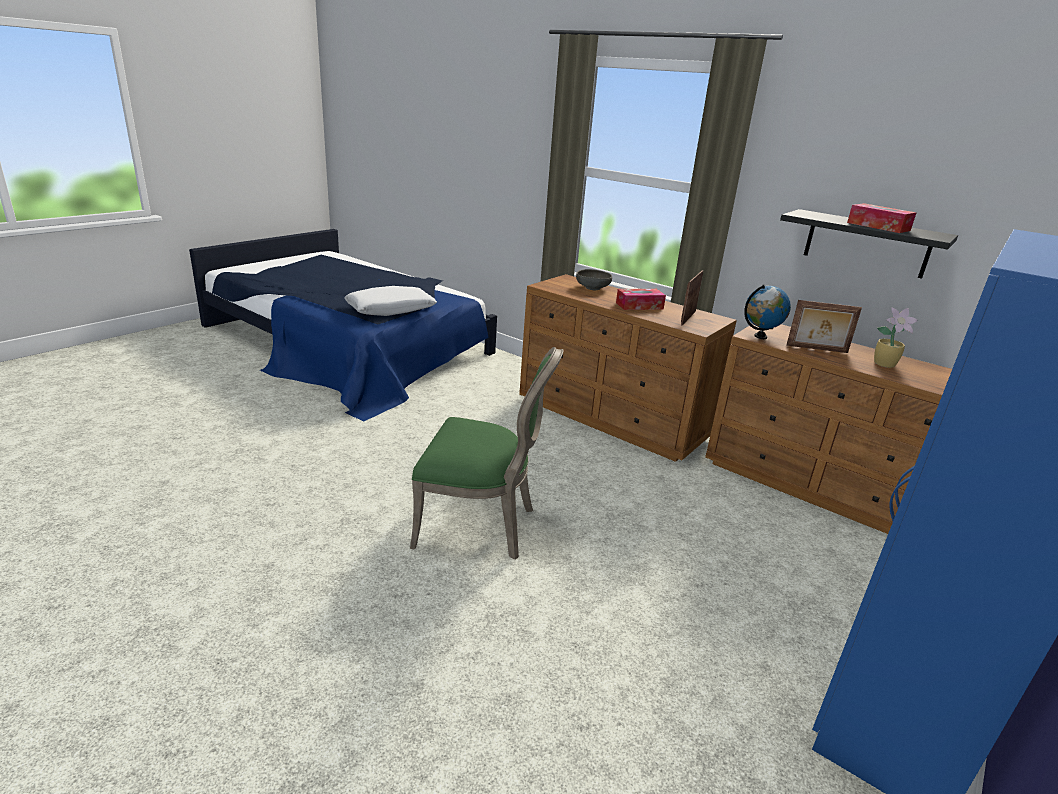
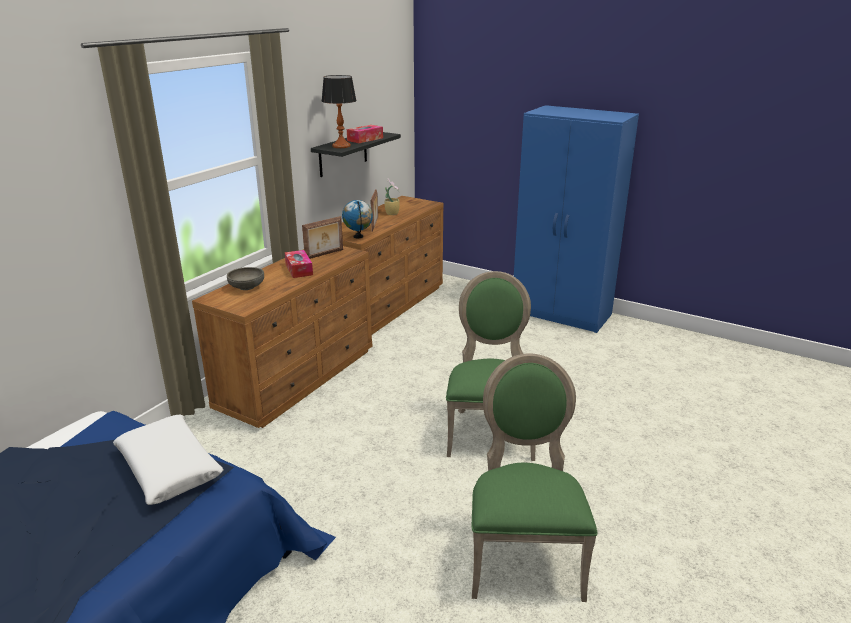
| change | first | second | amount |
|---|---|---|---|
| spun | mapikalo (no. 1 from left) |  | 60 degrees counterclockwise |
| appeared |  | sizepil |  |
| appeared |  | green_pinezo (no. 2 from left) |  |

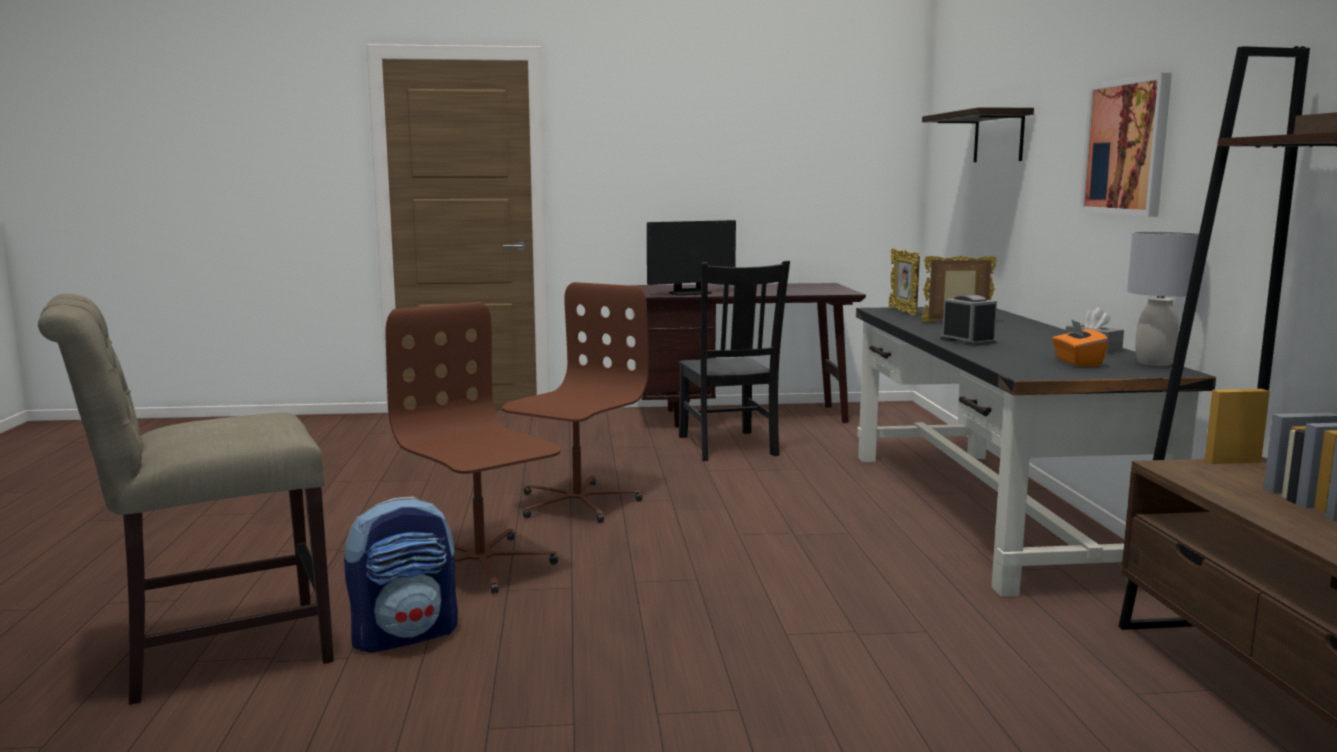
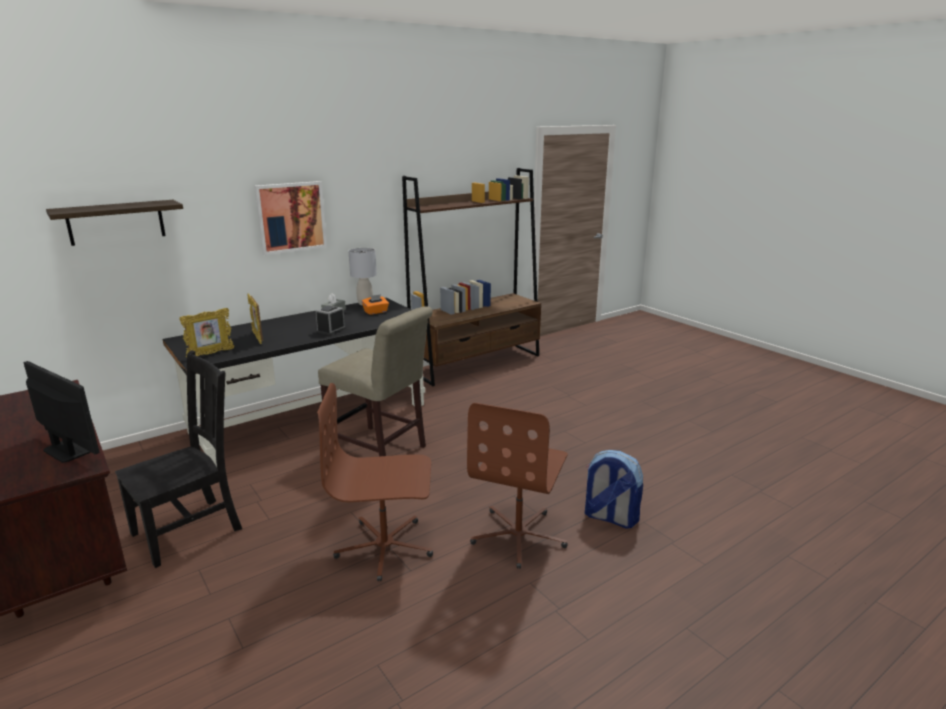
| change | first | second | amount |
|---|---|---|---|
| relocated | beige_pinezo |  |  |

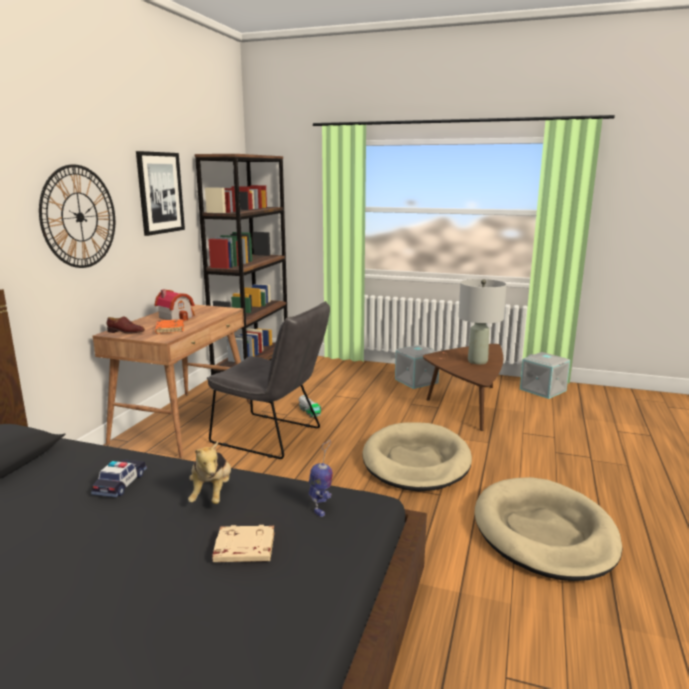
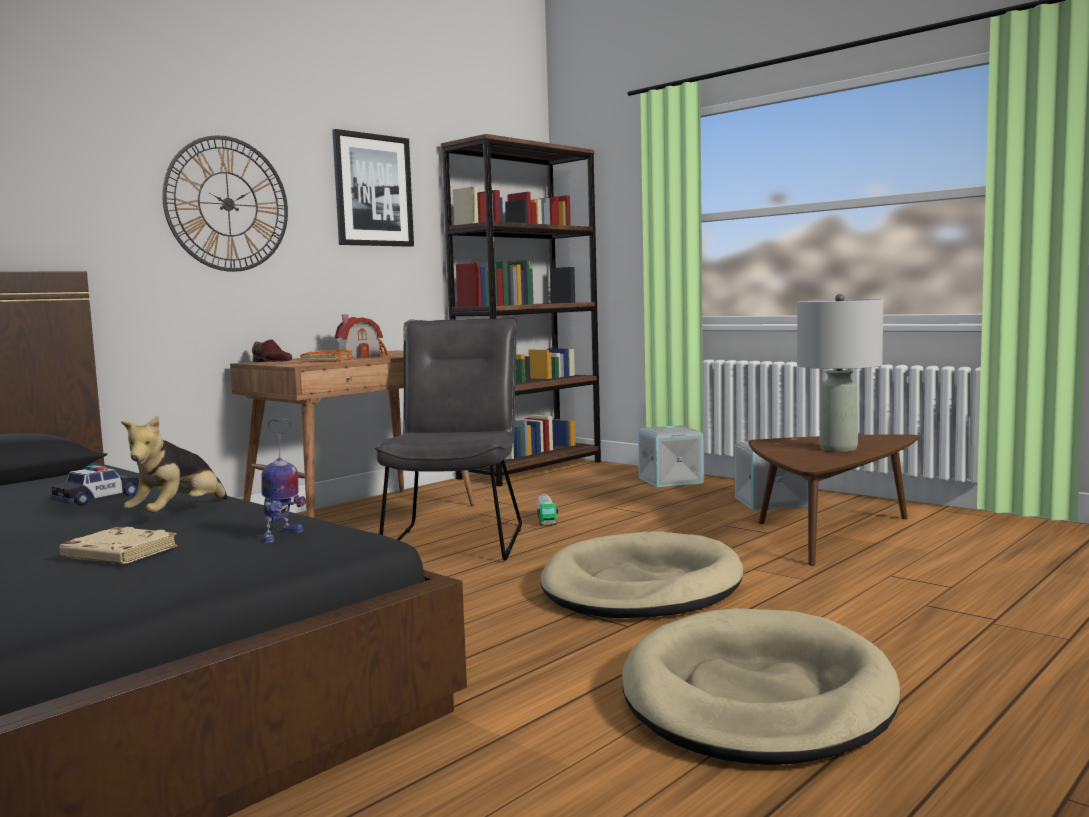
| change | first | second | amount |
|---|---|---|---|
| spun | grey_pinezo |  | 135 degrees counterclockwise |
| relocated | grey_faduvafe (no. 2 from left in the first image) | grey_faduvafe (no. 1 from left) |  |

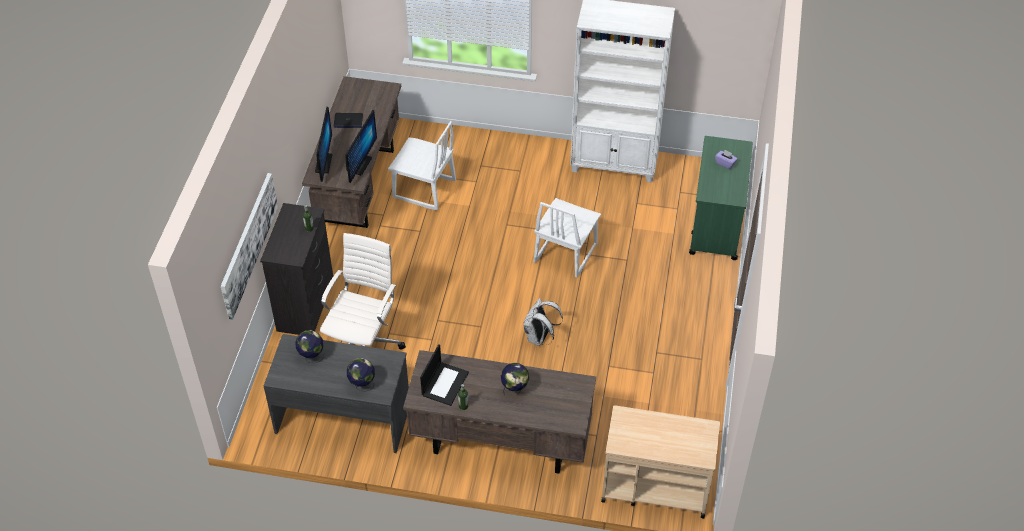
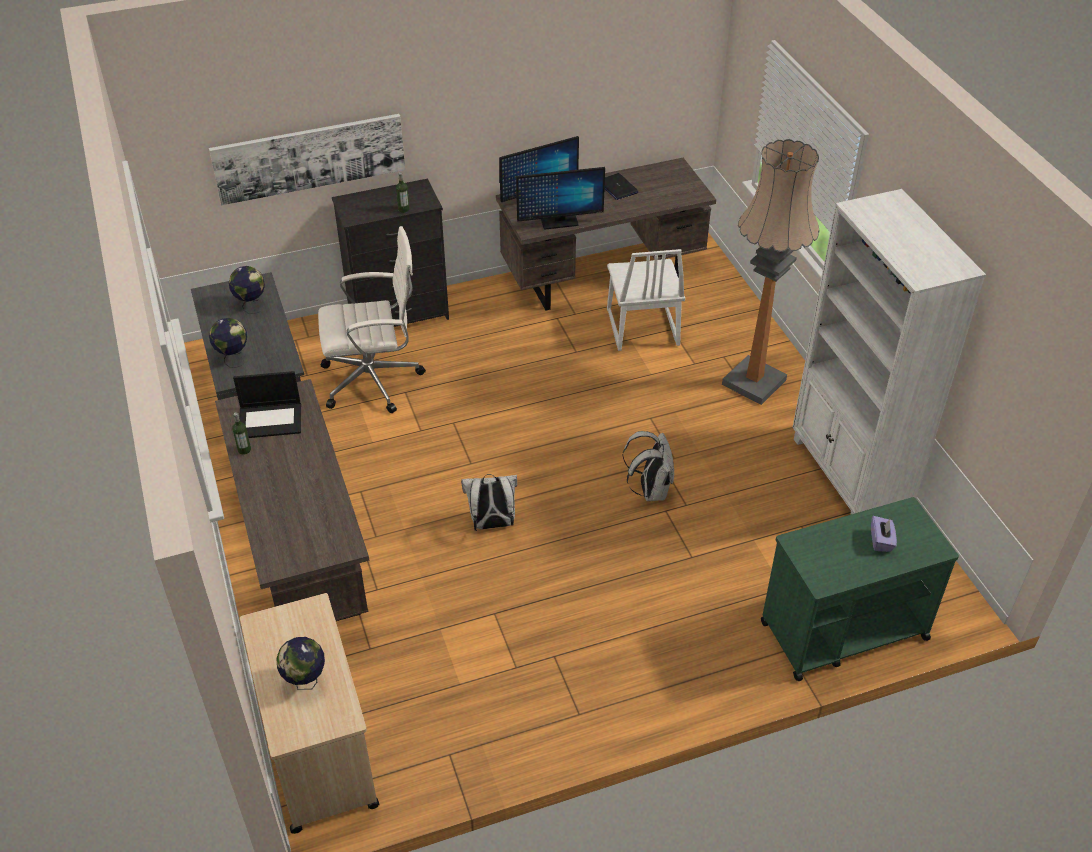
| change | first | second | amount |
|---|---|---|---|
| exchanged | white_pinezo (no. 2 from left) | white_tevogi (no. 2 from left) |  |
| relocated | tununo (no. 3 from left) |  |  |
| appeared |  | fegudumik |  |

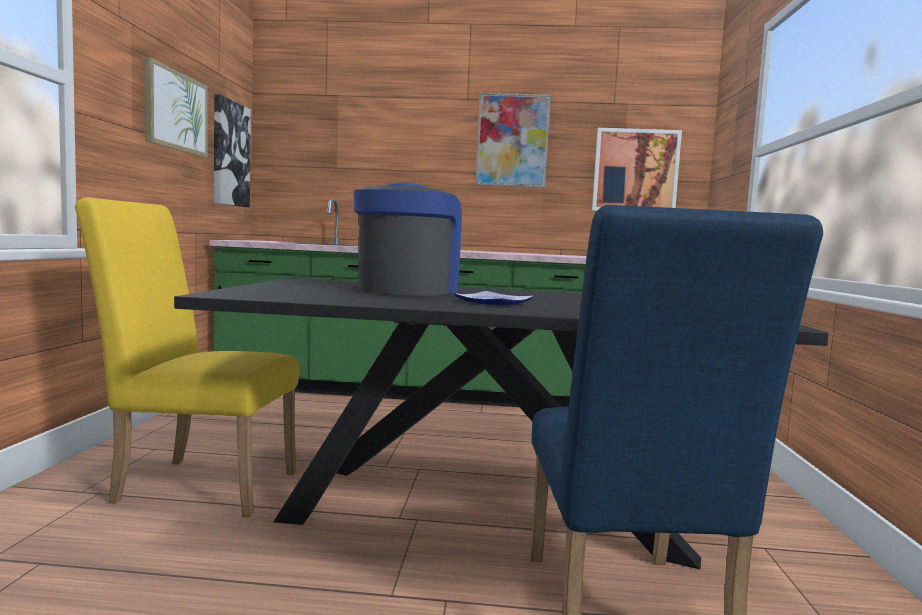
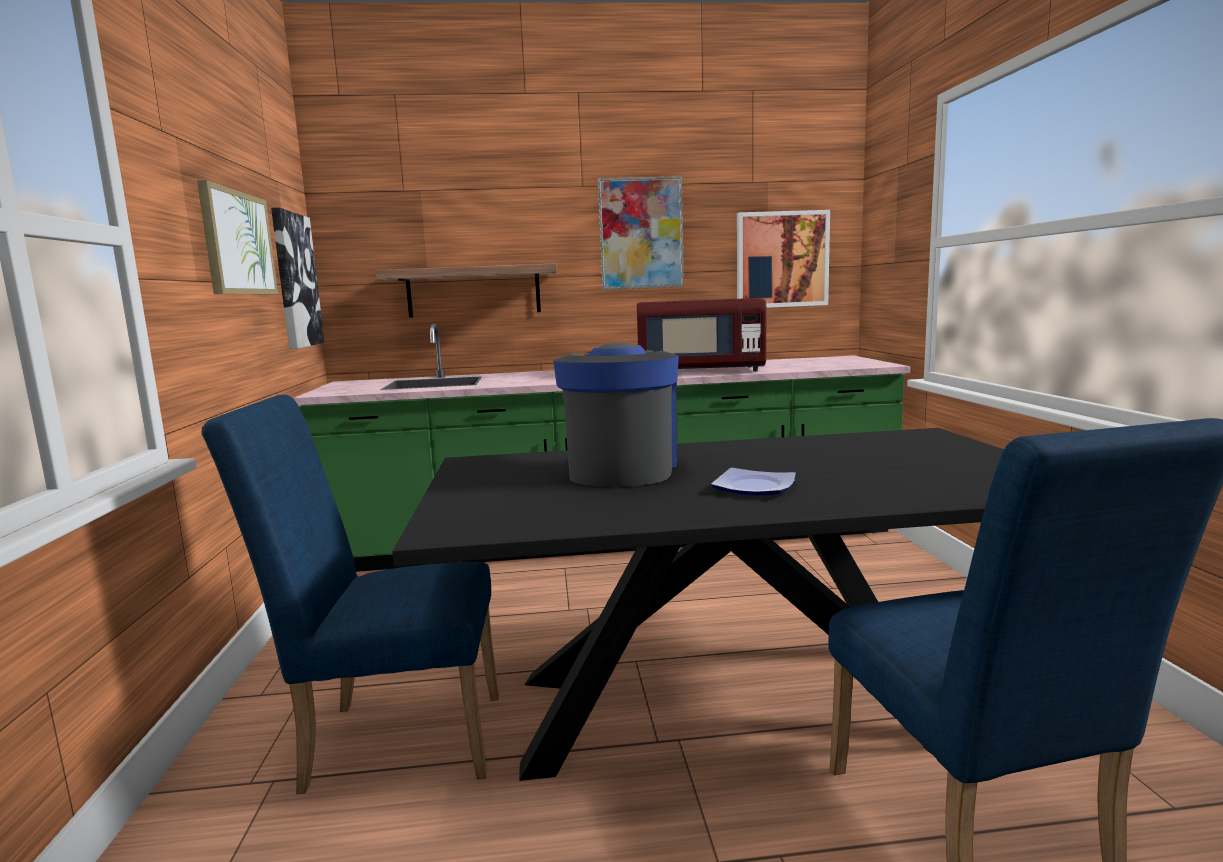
| change | first | second | amount |
|---|---|---|---|
| colour | yellow_pinezo | blue_pinezo (no. 1 from left) |  |
| appeared |  | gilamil |  |
| appeared |  | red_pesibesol |  |

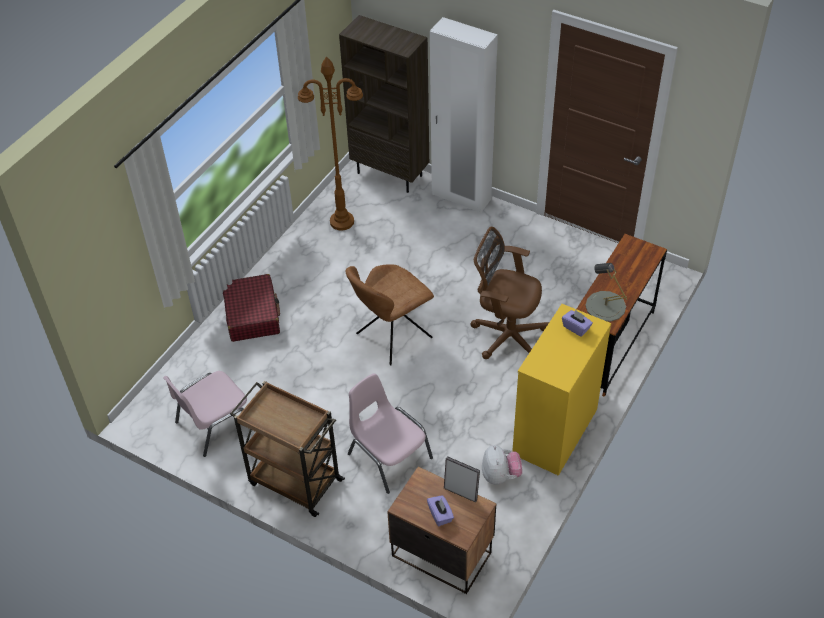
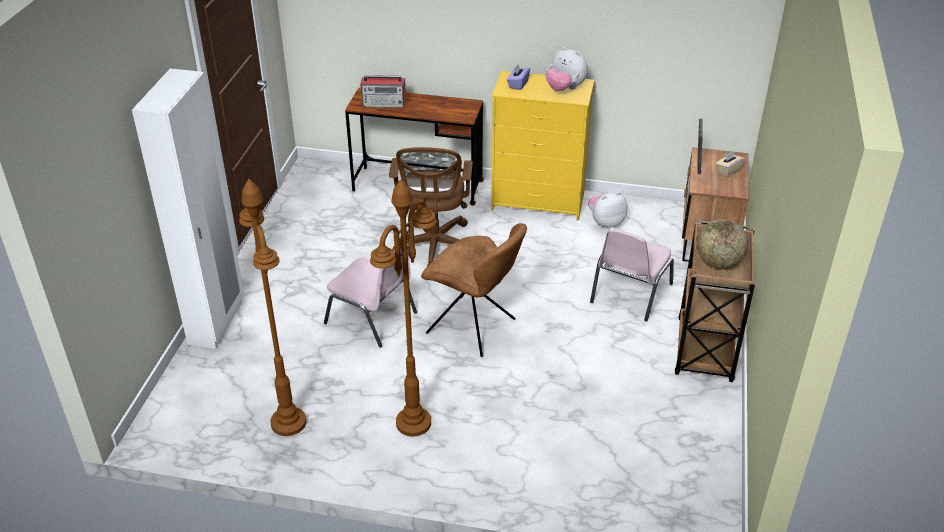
| change | first | second | amount |
|---|---|---|---|
| missing | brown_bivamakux |  |  |
| missing | grey_sizepil |  |  |
| missing | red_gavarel |  |  |
| relocated | pink_pinezo (no. 1 from left) |  |  |
| colour | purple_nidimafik (no. 1 from left) | beige_nidimafik |  |
| appeared |  | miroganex (no. 1 from left) |  |
| appeared |  | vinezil |  |
| appeared |  | brown_fegudumik (no. 2 from left) |  |
| appeared |  | tununo |  |

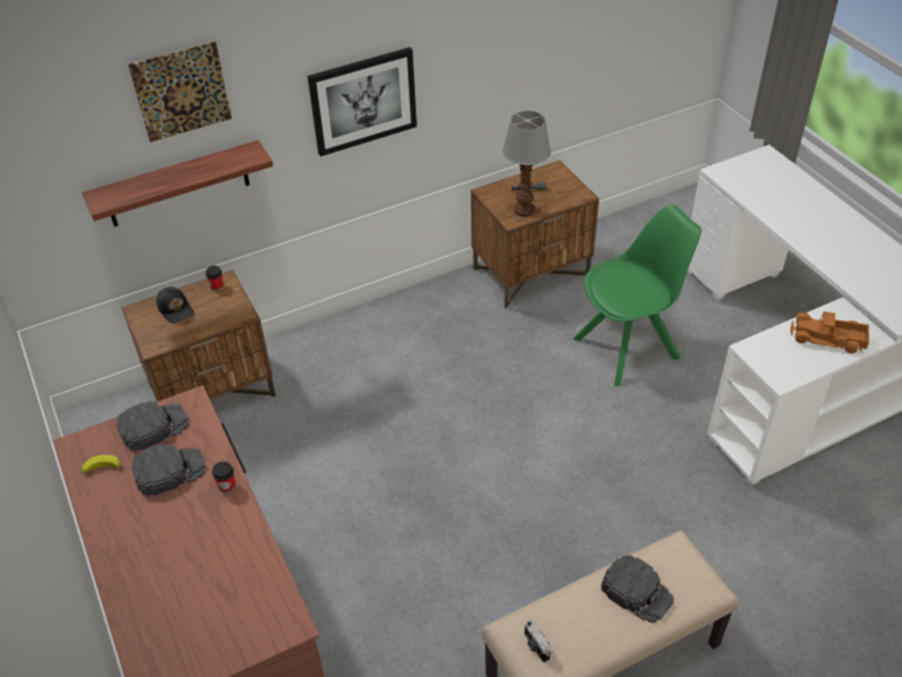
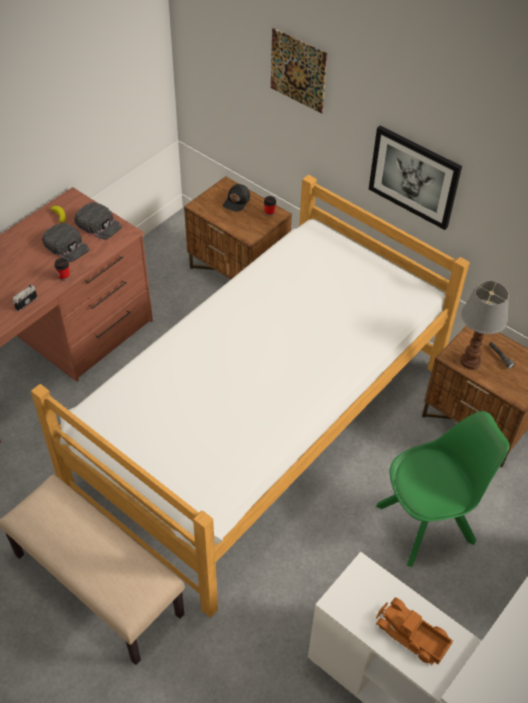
| change | first | second | amount |
|---|---|---|---|
| missing | gilamil |  |  |
| spun | green_pinezo |  | 60 degrees counterclockwise |
| spun | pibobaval |  | 45 degrees counterclockwise |
| missing | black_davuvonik (no. 4 from left) |  |  |
| relocated | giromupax |  |  |
| appeared |  | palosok |  |

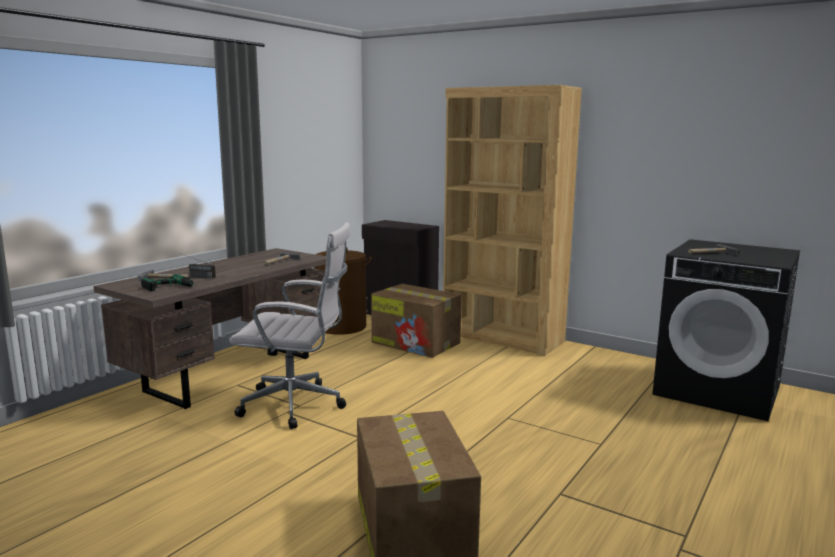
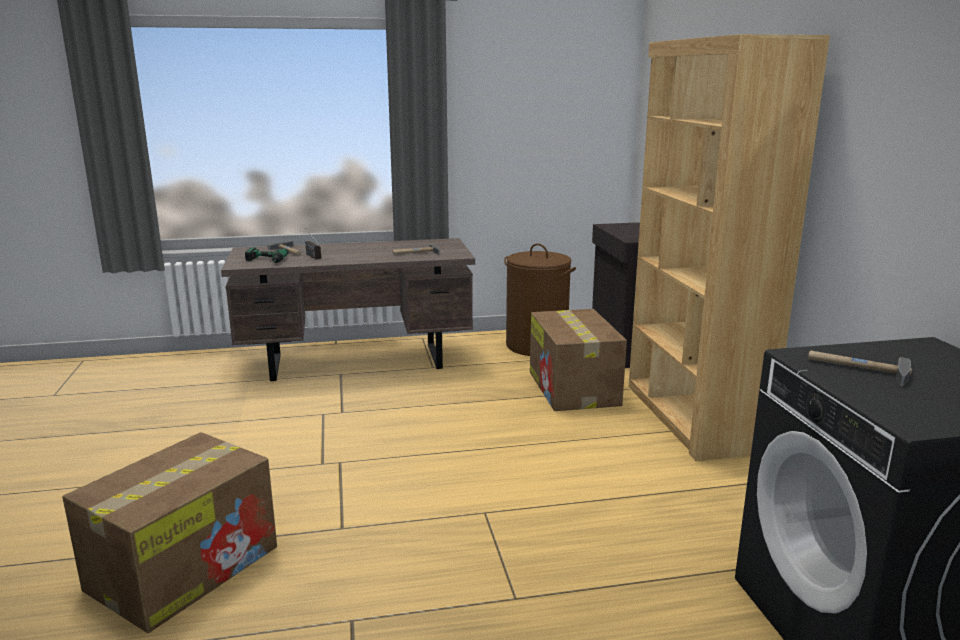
| change | first | second | amount |
|---|---|---|---|
| missing | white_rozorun |  |  |

